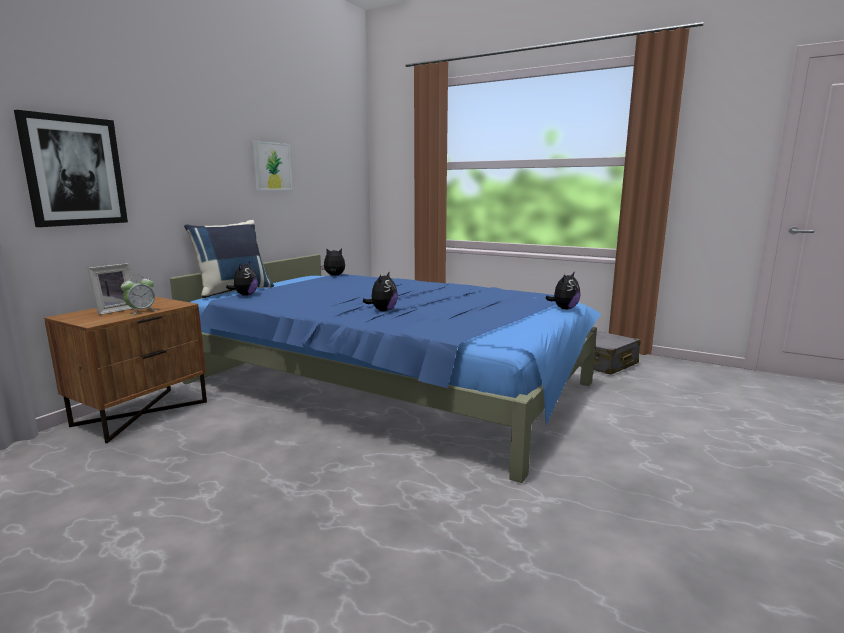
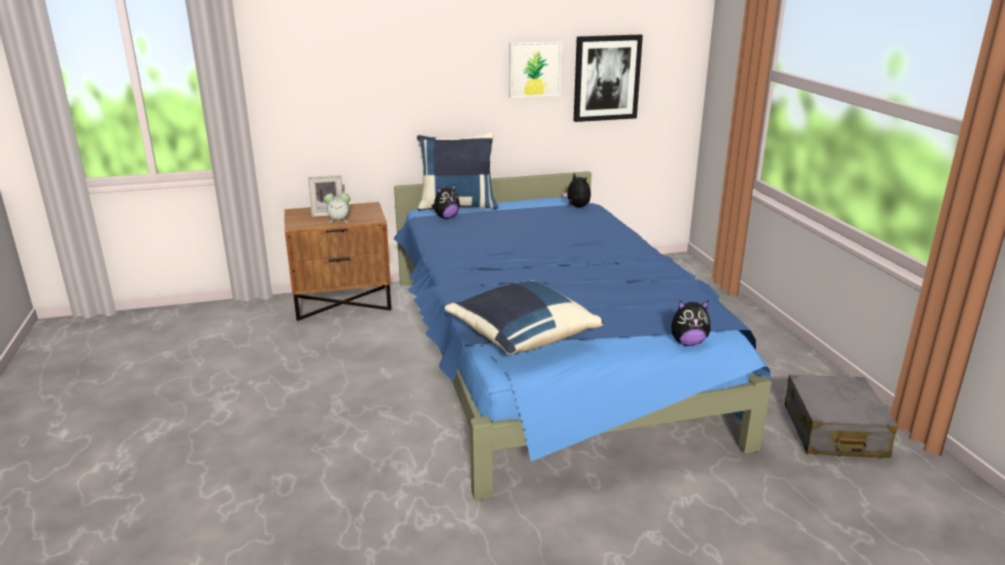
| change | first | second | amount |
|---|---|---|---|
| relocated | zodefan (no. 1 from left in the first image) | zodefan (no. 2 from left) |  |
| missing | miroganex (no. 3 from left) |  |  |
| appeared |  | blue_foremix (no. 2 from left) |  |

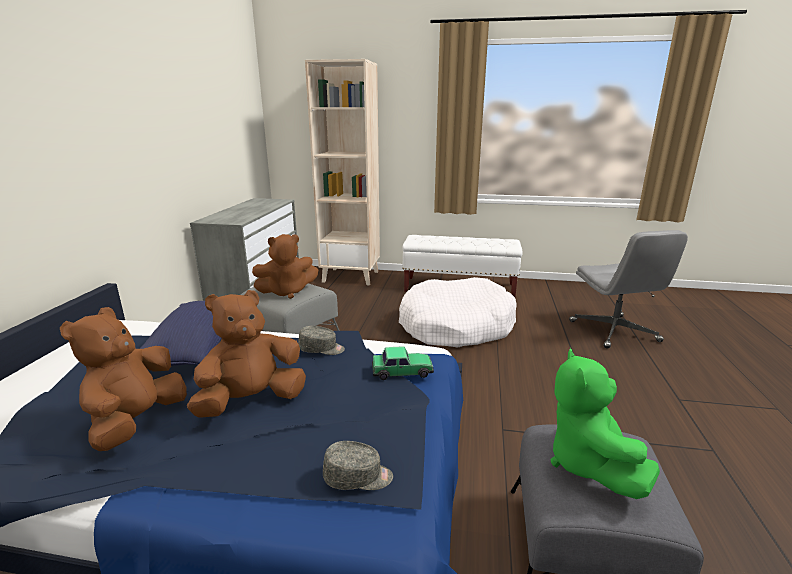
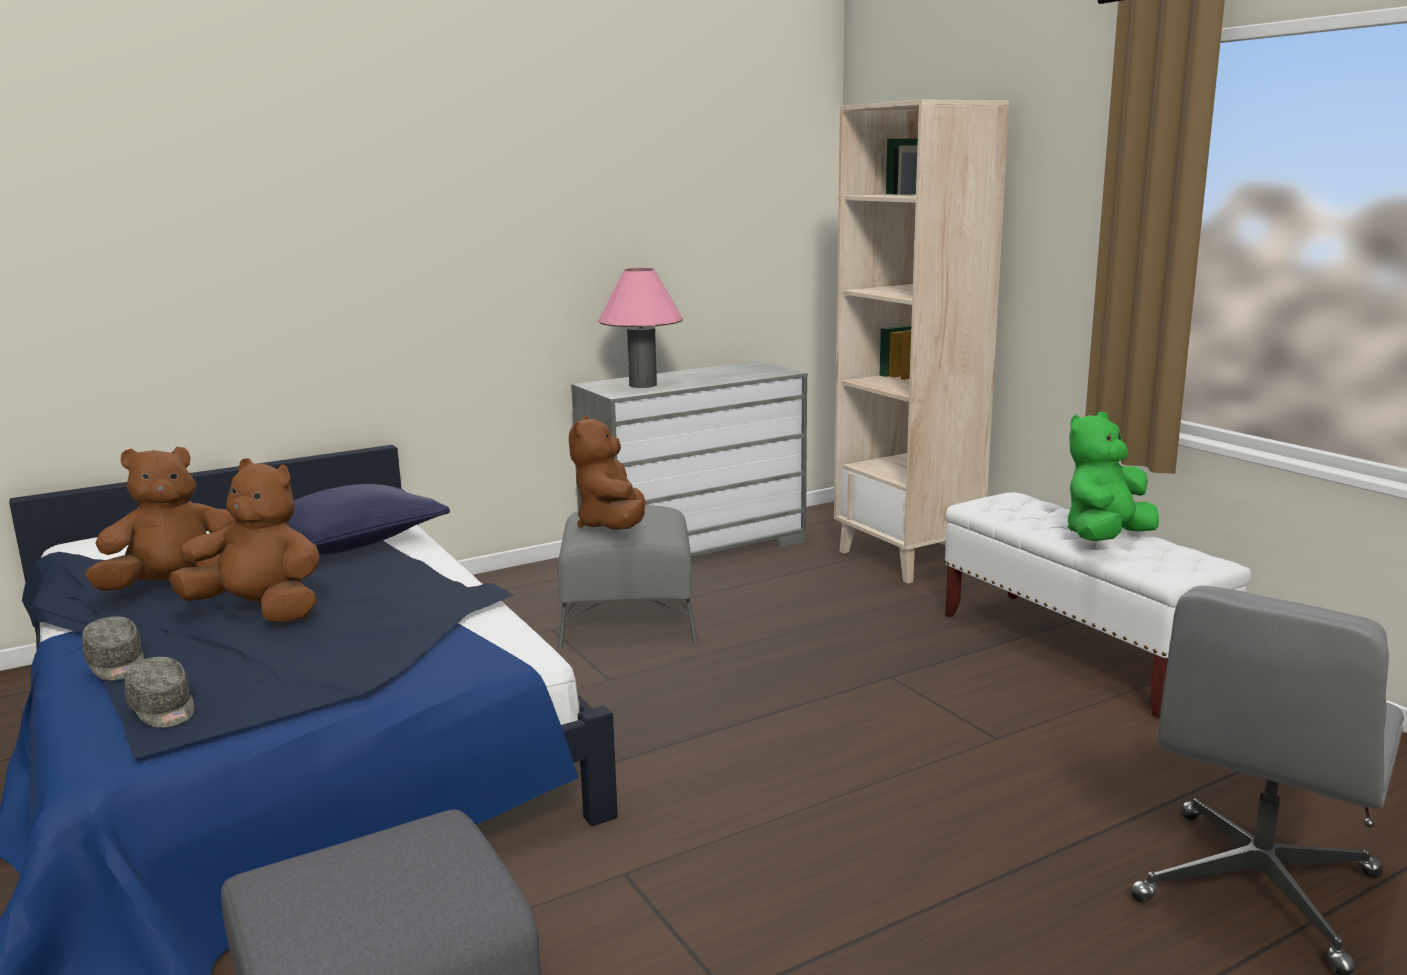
| change | first | second | amount |
|---|---|---|---|
| spun | brown_miroganex (no. 3 from left) |  | 60 degrees clockwise |
| missing | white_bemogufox |  |  |
| relocated | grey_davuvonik (no. 1 from left) |  |  |
| missing | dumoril |  |  |
| relocated | green_miroganex |  |  |
| appeared |  | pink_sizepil |  |

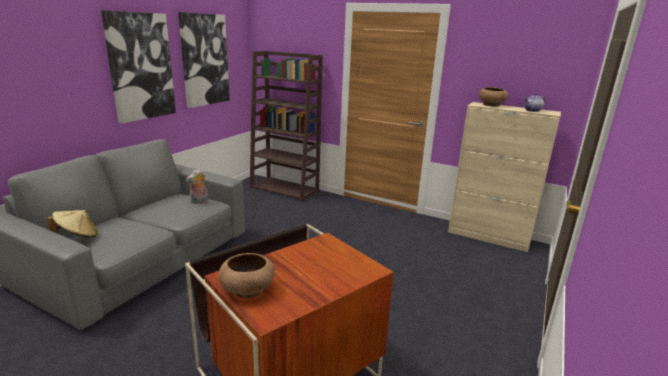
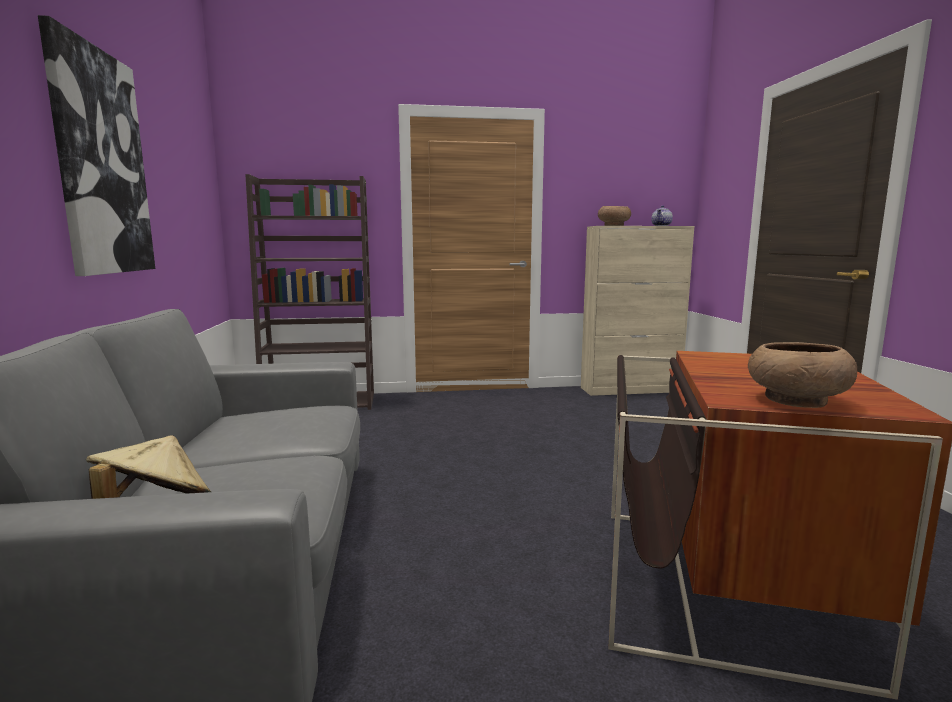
| change | first | second | amount |
|---|---|---|---|
| missing | zodefan (no. 2 from left) |  |  |
| missing | miroganex |  |  |

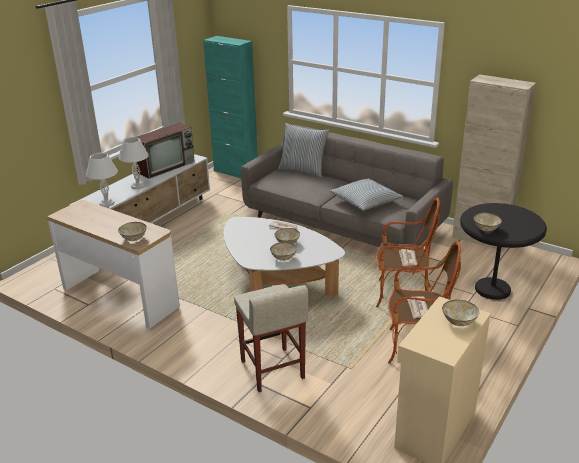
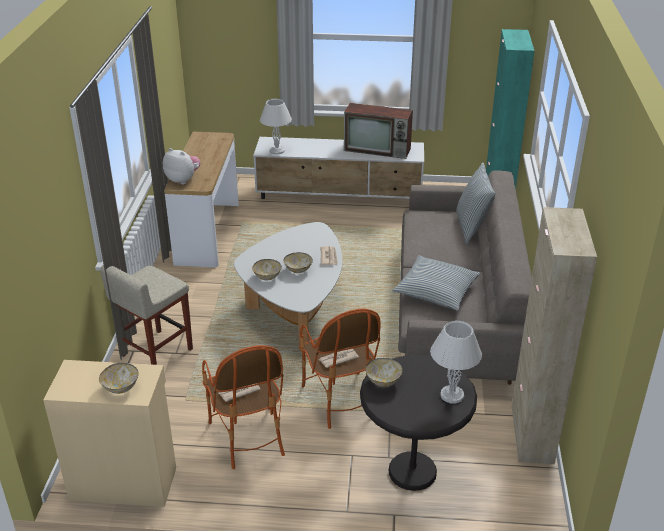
| change | first | second | amount |
|---|---|---|---|
| relocated | white_sizepil (no. 2 from left) |  |  |
| exchanged | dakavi (no. 1 from left) | miroganex |  |

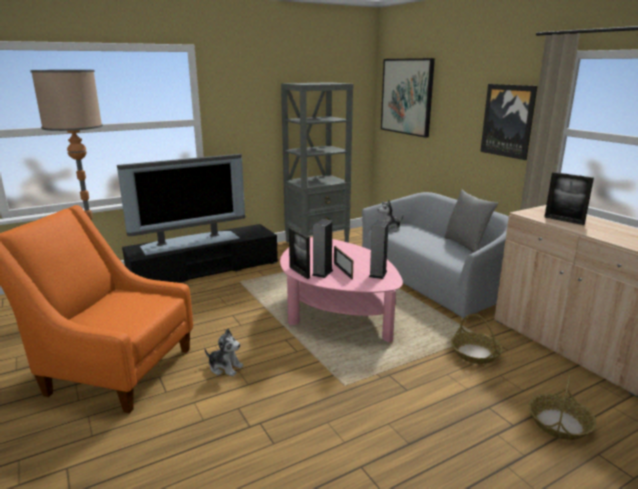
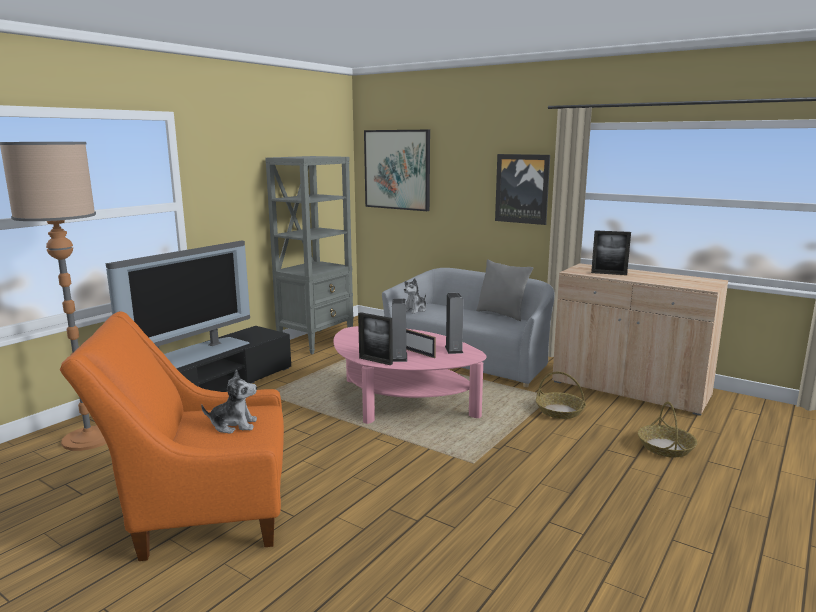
| change | first | second | amount |
|---|---|---|---|
| relocated | miroganex (no. 1 from left) |  |  |

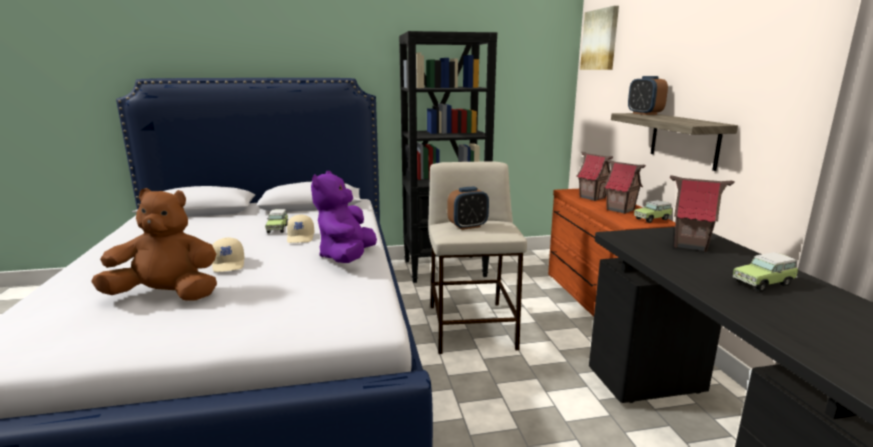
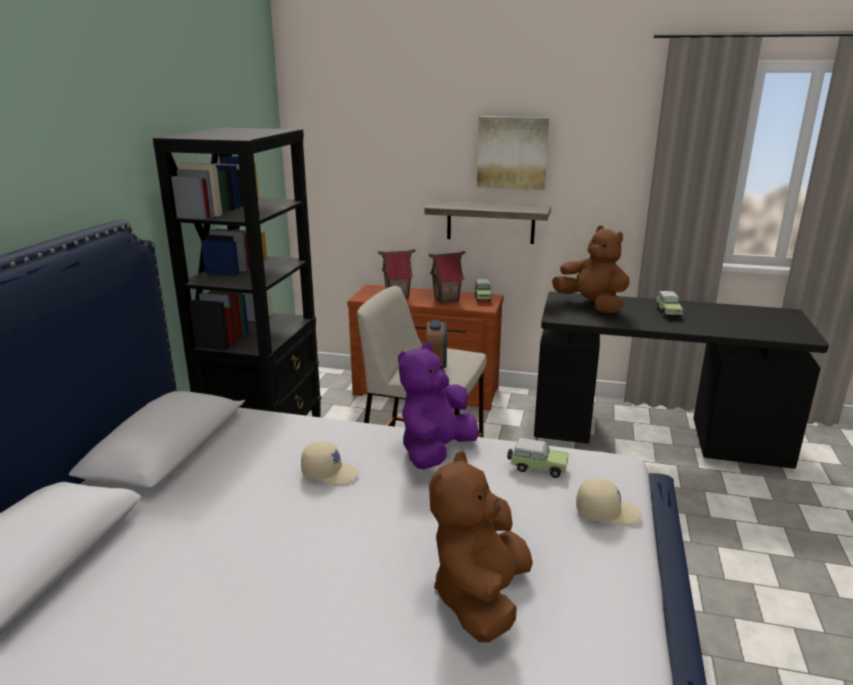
| change | first | second | amount |
|---|---|---|---|
| relocated | zodefan |  |  |
| missing | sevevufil (no. 2 from left) |  |  |
| spun | purple_miroganex |  | 90 degrees clockwise |
| exchanged | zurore (no. 3 from left) | brown_miroganex (no. 2 from left) |  |
| relocated | dumoril (no. 1 from left in the first image) | dumoril (no. 2 from left) |  |
| relocated | beige_davuvonik (no. 1 from left in the first image) | beige_davuvonik (no. 2 from left) |  |

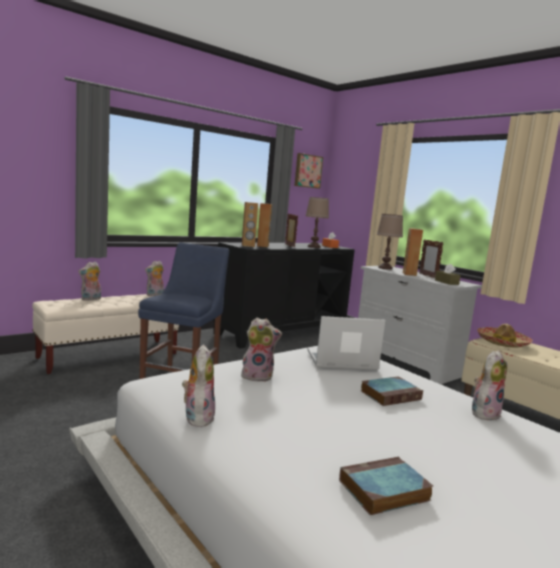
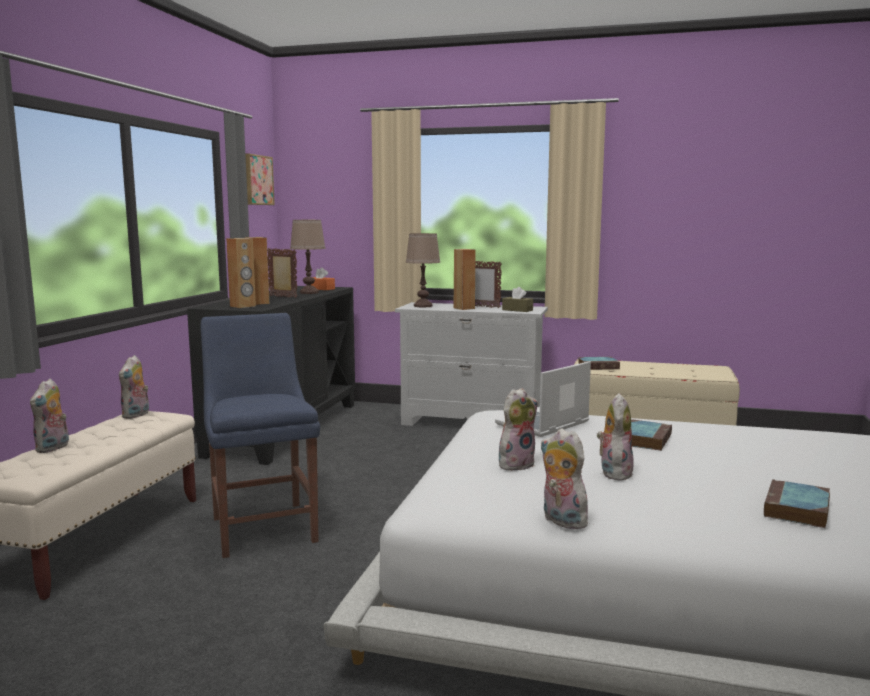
| change | first | second | amount |
|---|---|---|---|
| exchanged | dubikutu | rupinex (no. 1 from left) |  |
| relocated | miroganex (no. 5 from left) |  |  |

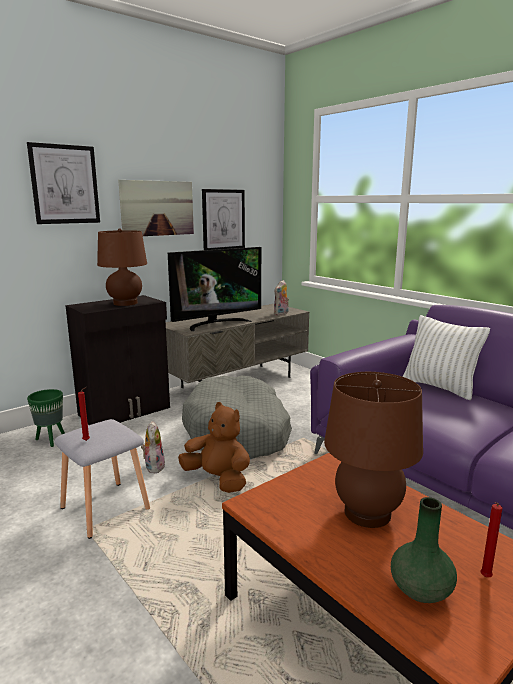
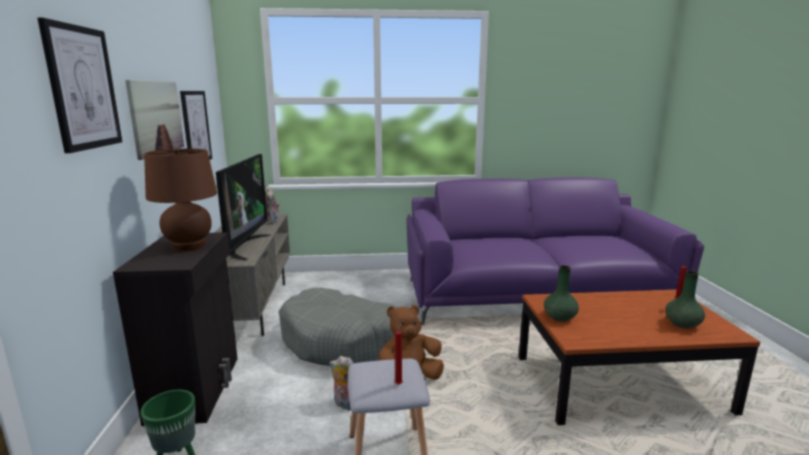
| change | first | second | amount |
|---|---|---|---|
| missing | white_foremix |  |  |
| missing | brown_sizepil (no. 2 from left) |  |  |
| appeared |  | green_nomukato (no. 1 from left) |  |

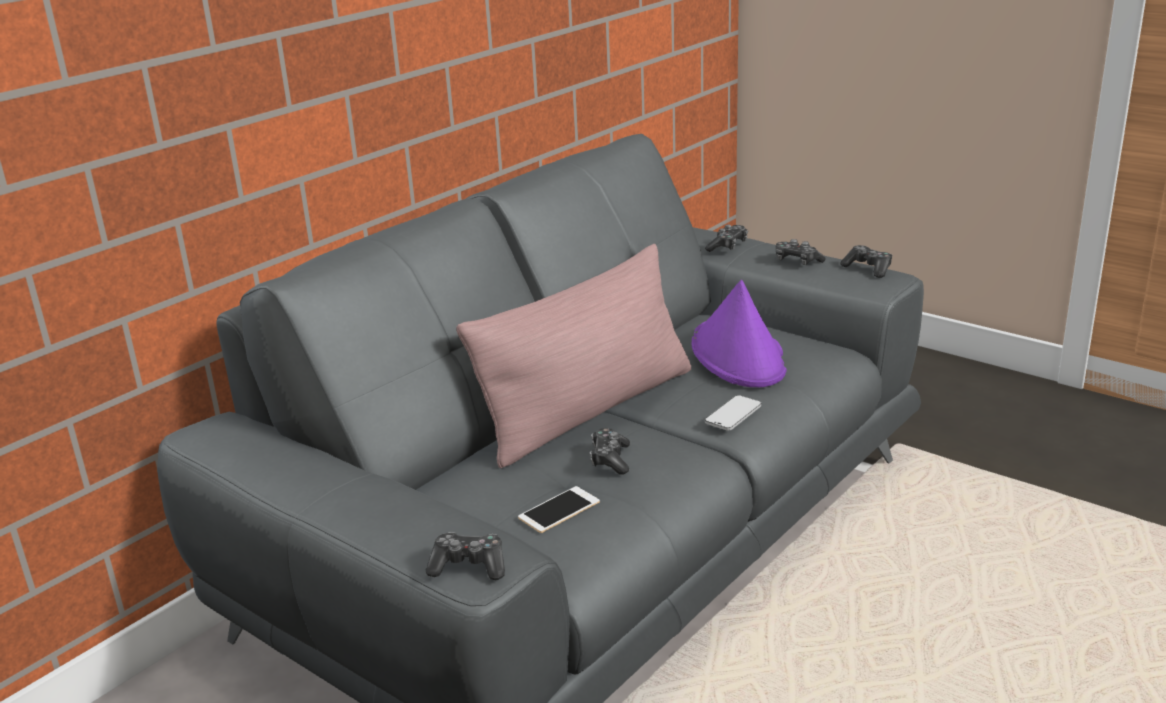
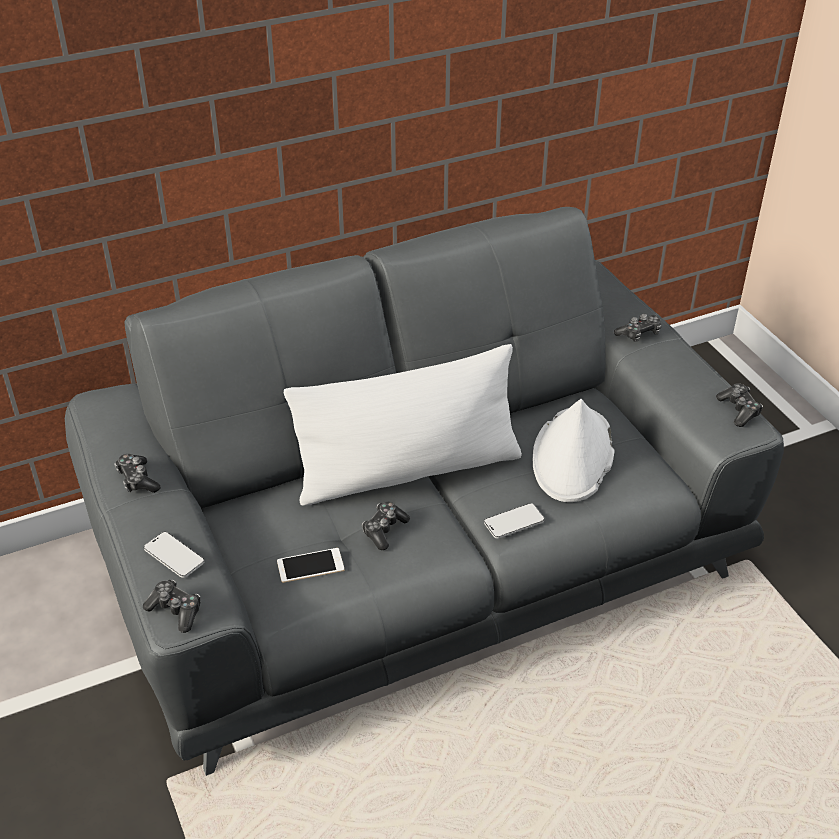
| change | first | second | amount |
|---|---|---|---|
| relocated | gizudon (no. 4 from left in the first image) | gizudon (no. 1 from left) |  |
| colour | pink_foremix | white_foremix |  |
| colour | purple_dubikutu | white_dubikutu |  |
| appeared |  | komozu (no. 1 from left) |  |

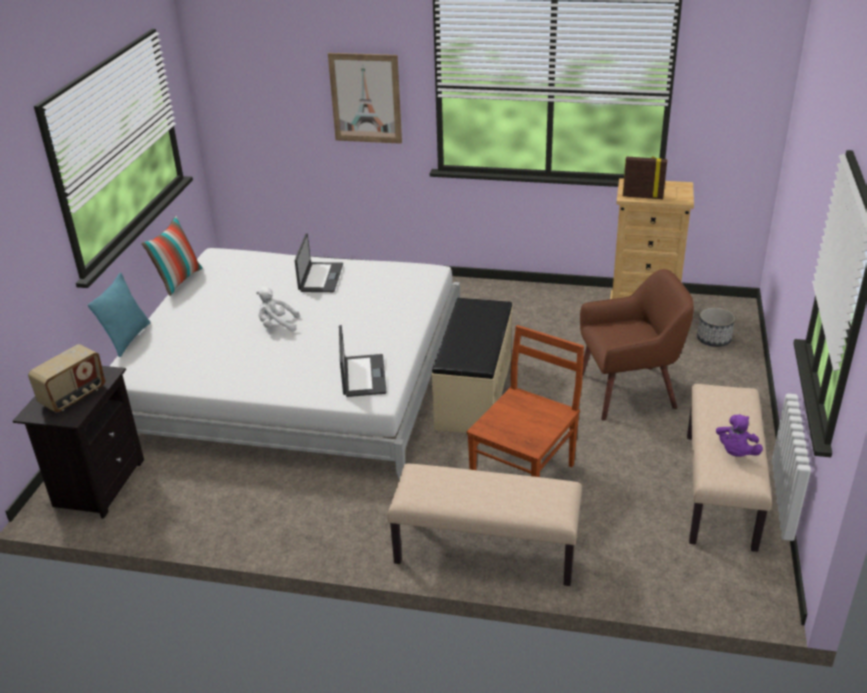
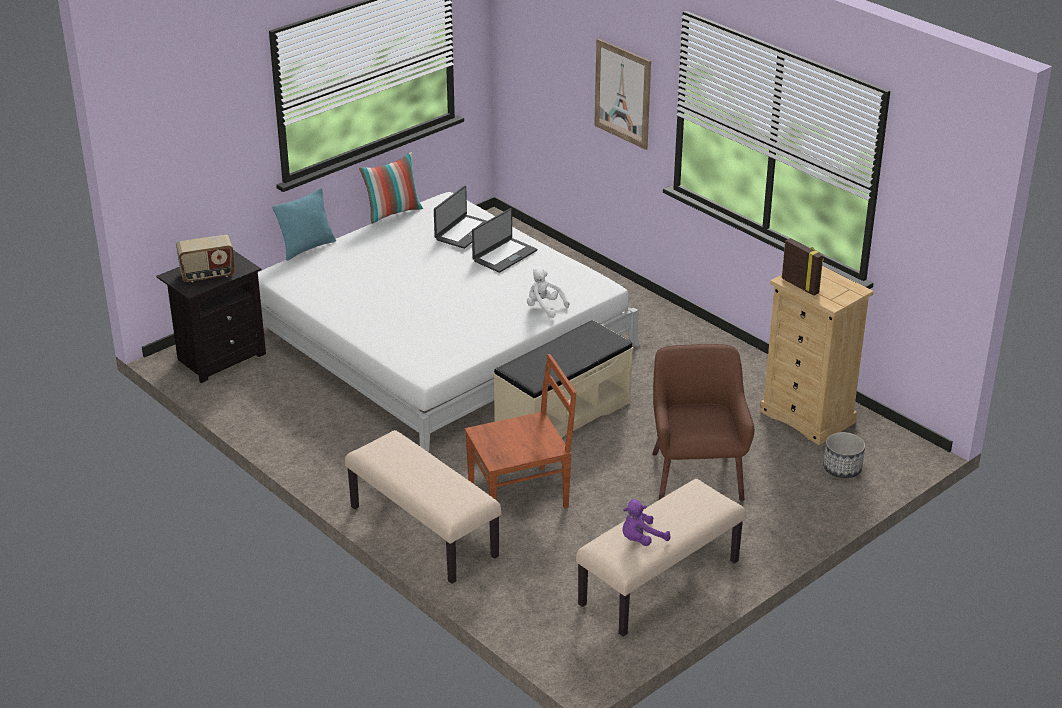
| change | first | second | amount |
|---|---|---|---|
| spun | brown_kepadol |  | 120 degrees counterclockwise |
| relocated | white_miroganex |  |  |
| relocated | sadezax (no. 2 from left in the first image) | sadezax (no. 1 from left) |  |

